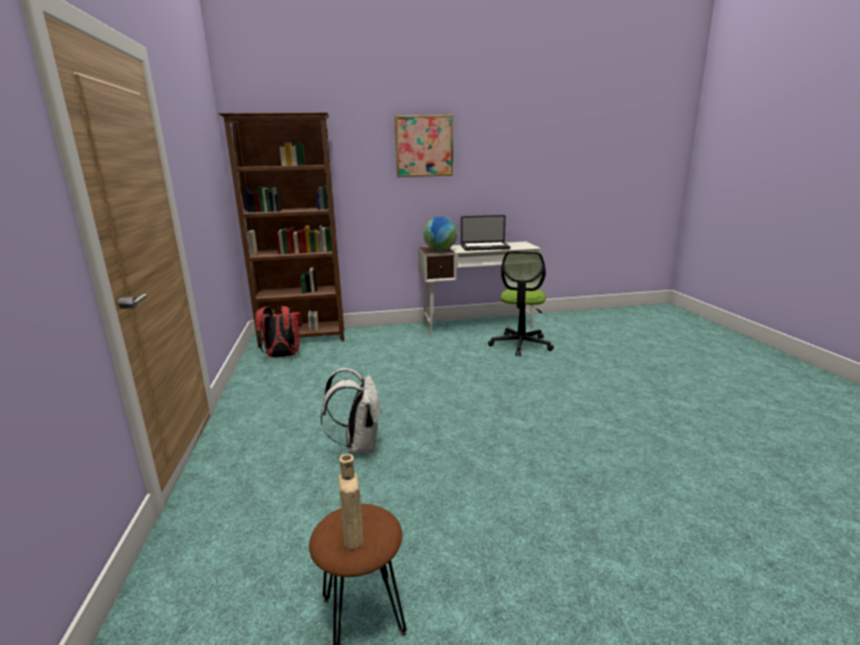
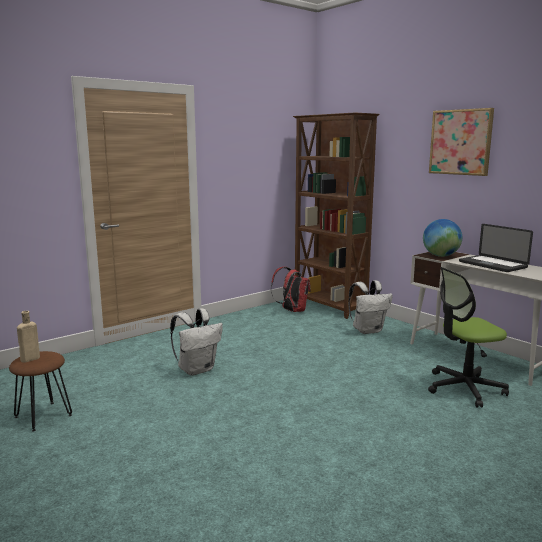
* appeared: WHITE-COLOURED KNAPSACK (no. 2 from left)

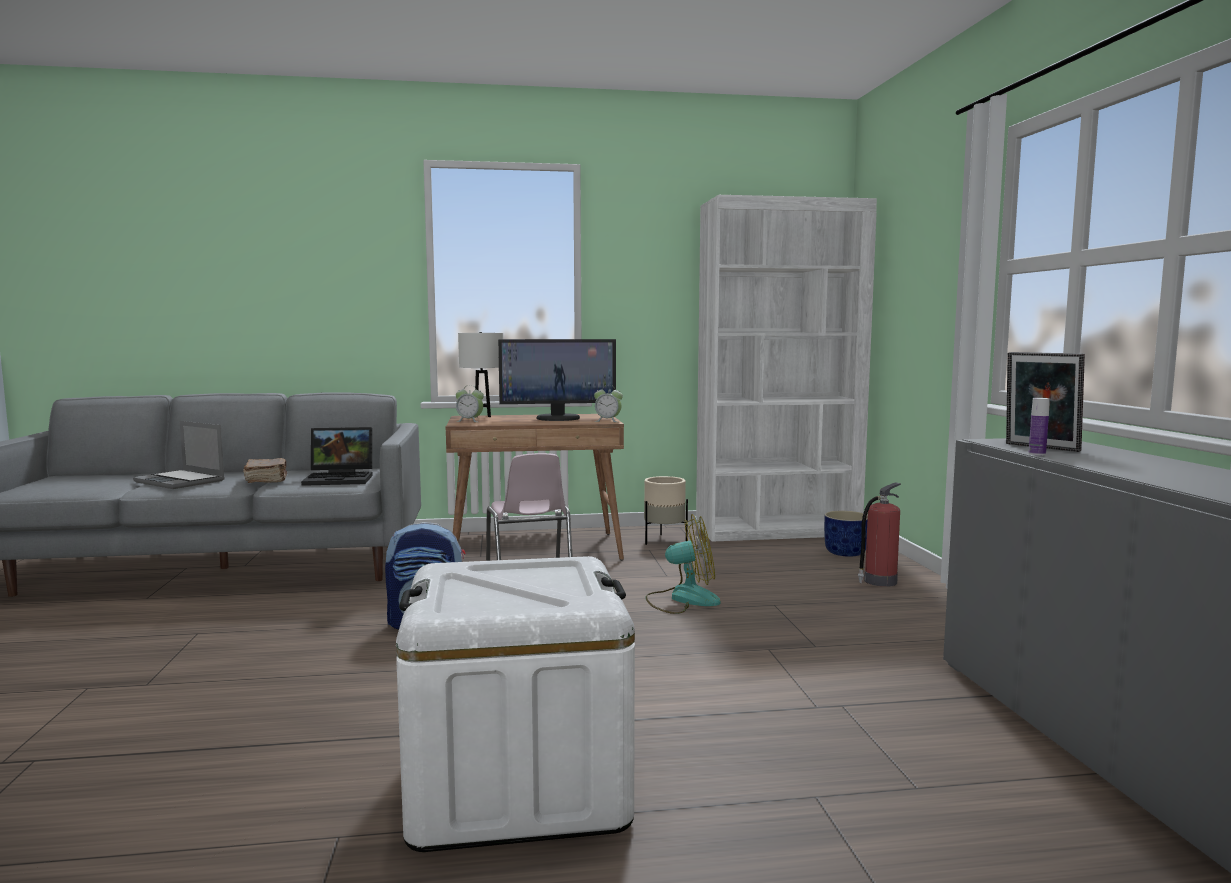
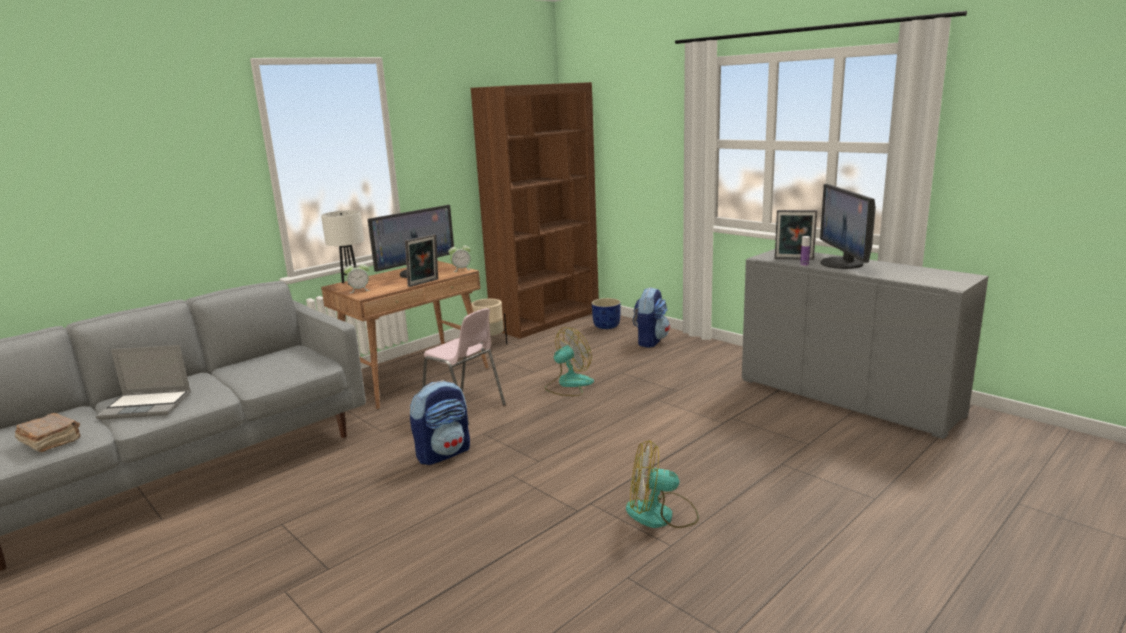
* relocated: BROWNISH BOOK
* appeared: PICTURE FRAME (no. 1 from left)
* colour: WHITE-COLOURED BOOKCASE to BROWNISH BOOKCASE
* exchanged: WHITE-COLOURED STORAGE CONTAINER to FAN (no. 2 from left)
* exchanged: FIRE EXTINGUISHER to KNAPSACK (no. 2 from left)
* appeared: MONITOR (no. 2 from left)
* missing: LAPTOP (no. 2 from left)

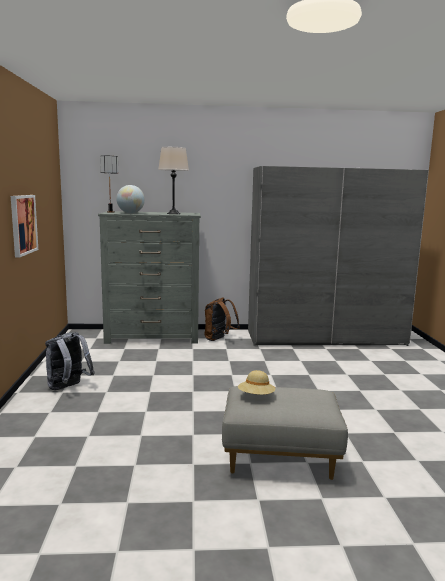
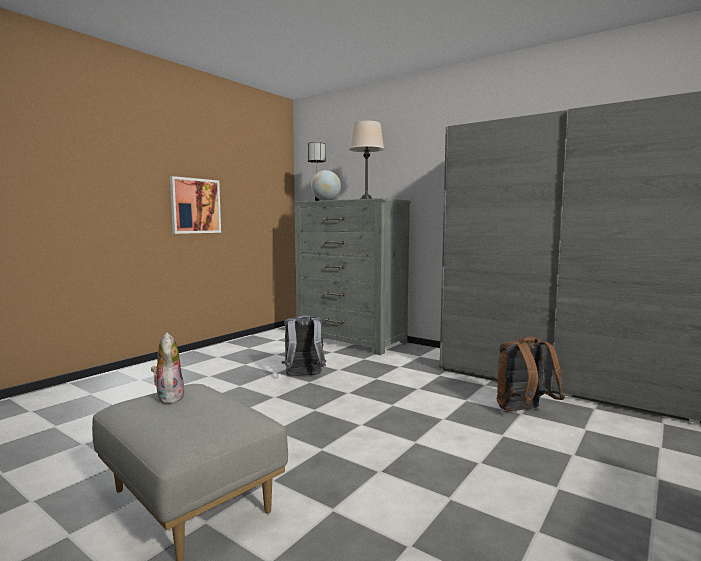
* exchanged: SAND-COLOURED HAT to SOFT TOY
* relocated: GREY KNAPSACK
* relocated: BROWNISH KNAPSACK

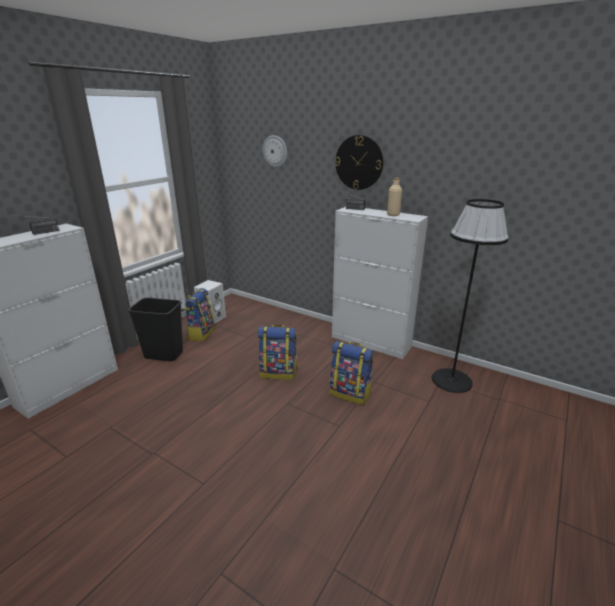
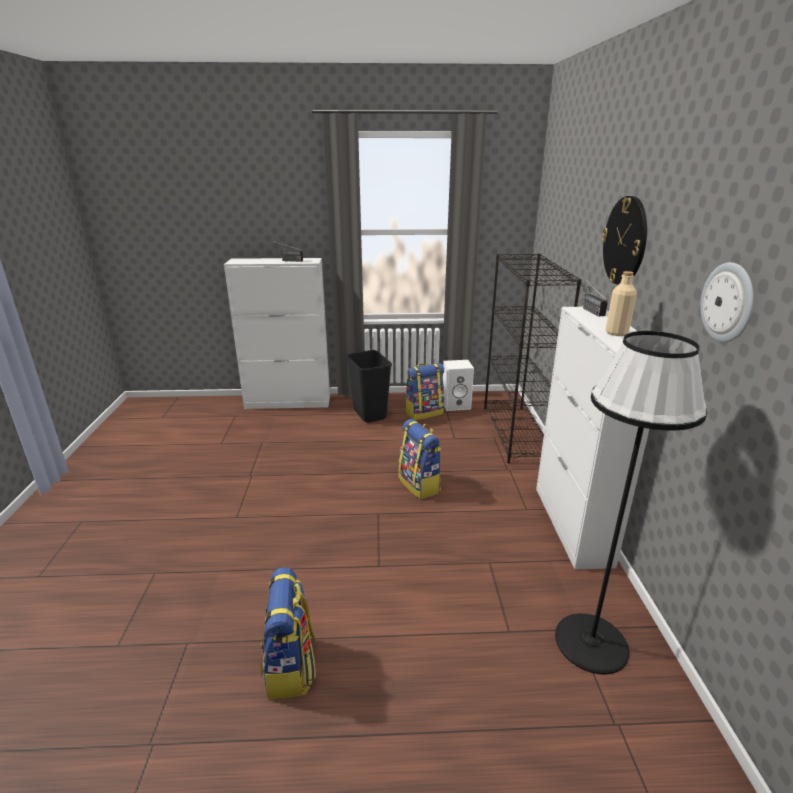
* relocated: KNAPSACK (no. 3 from left in the first image) to KNAPSACK (no. 1 from left)
* appeared: BLACKISH BOOKCASE
* relocated: HANGING CLOCK (no. 1 from left in the first image) to HANGING CLOCK (no. 2 from left)

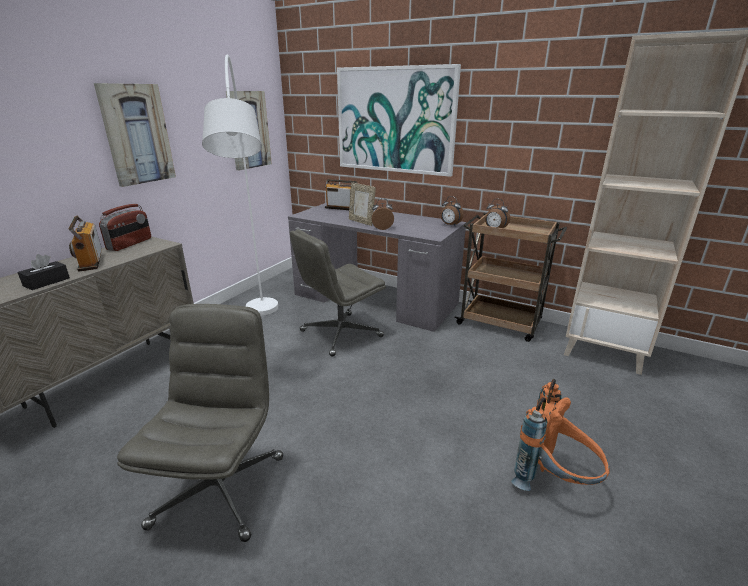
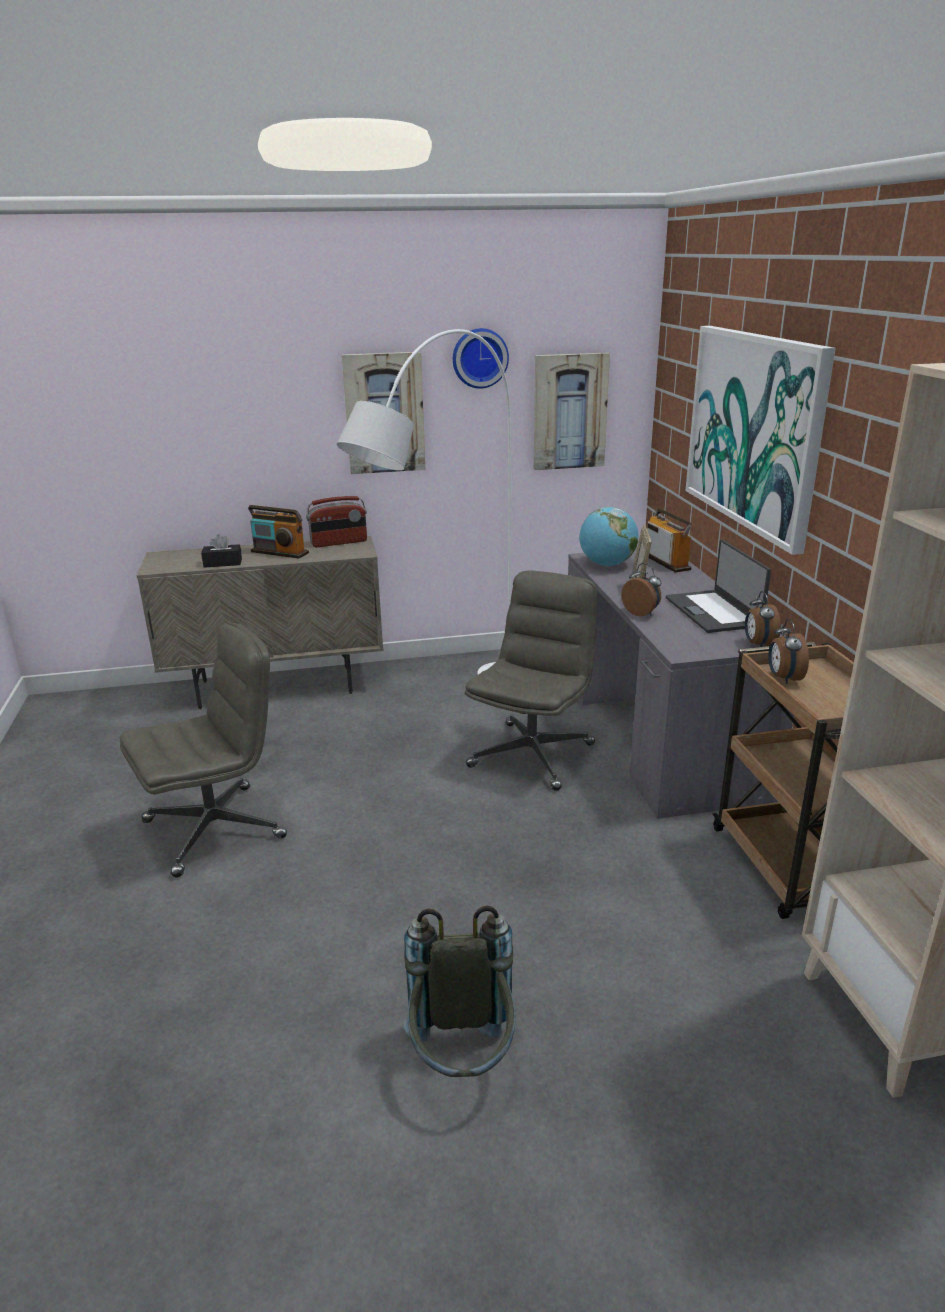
* spun: RADIO RECEIVER (no. 1 from left) 90 degrees counterclockwise
* colour: ORANGEY KNAPSACK to GREY KNAPSACK
* appeared: HANGING CLOCK
* spun: GREY COMPUTER CHAIR (no. 2 from left) 105 degrees clockwise
* appeared: GLOBE
* appeared: LAPTOP

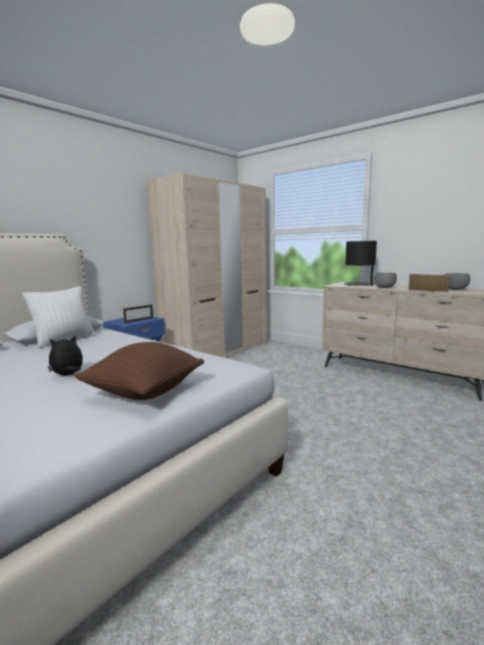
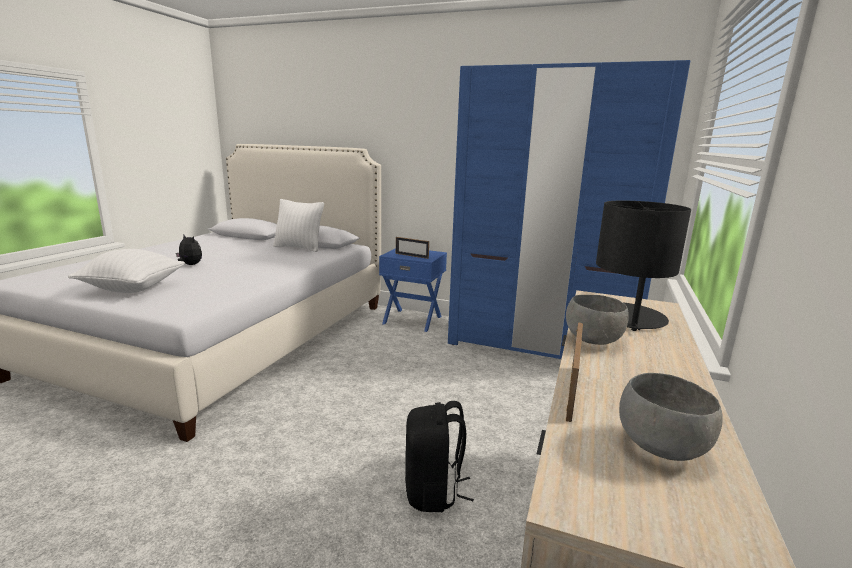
* colour: BROWNISH CUSHION to WHITE-COLOURED CUSHION (no. 1 from left)
* appeared: BLACKISH KNAPSACK
* colour: SAND-COLOURED CLOTHES CUPBOARD to BLUE CLOTHES CUPBOARD

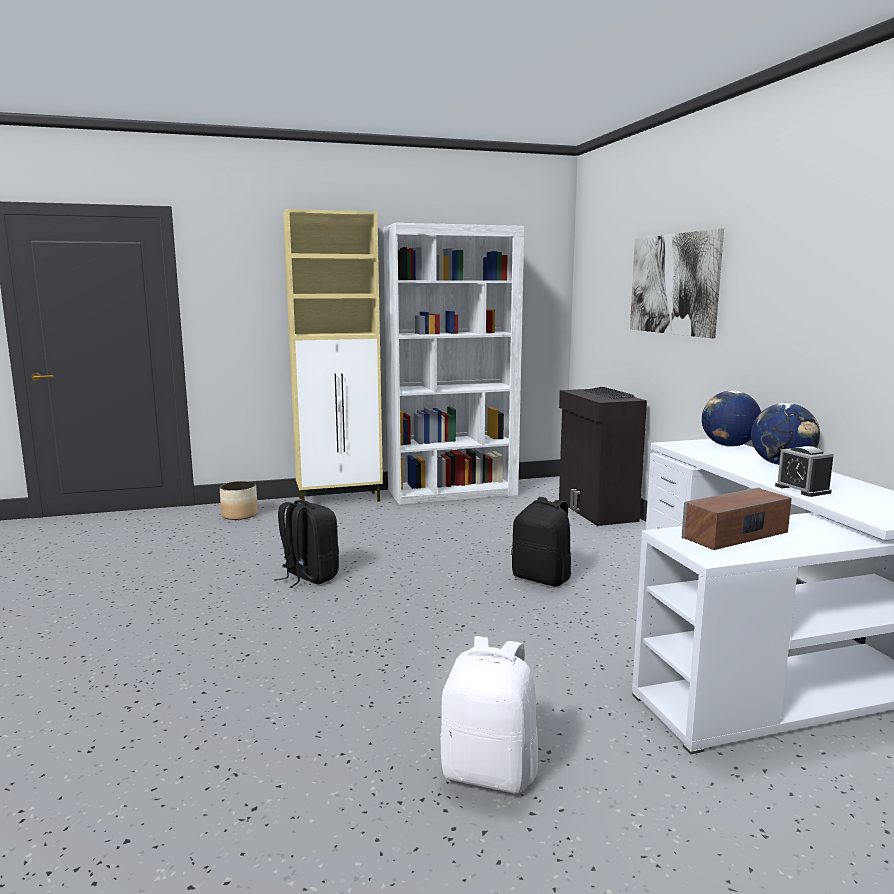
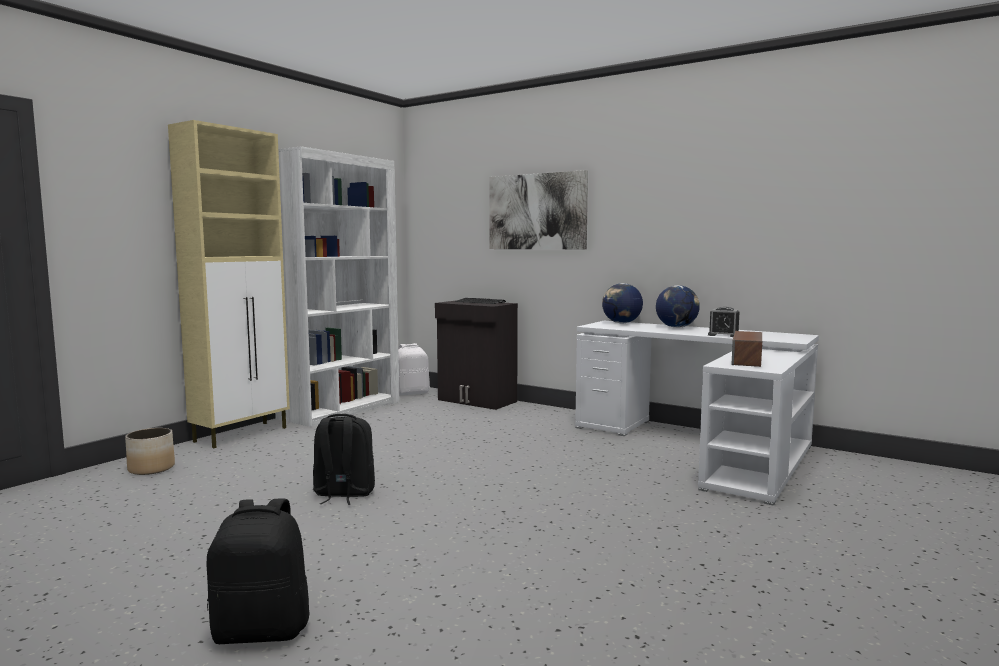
* relocated: BLACKISH KNAPSACK (no. 2 from left in the first image) to BLACKISH KNAPSACK (no. 1 from left)
* relocated: WHITE-COLOURED KNAPSACK

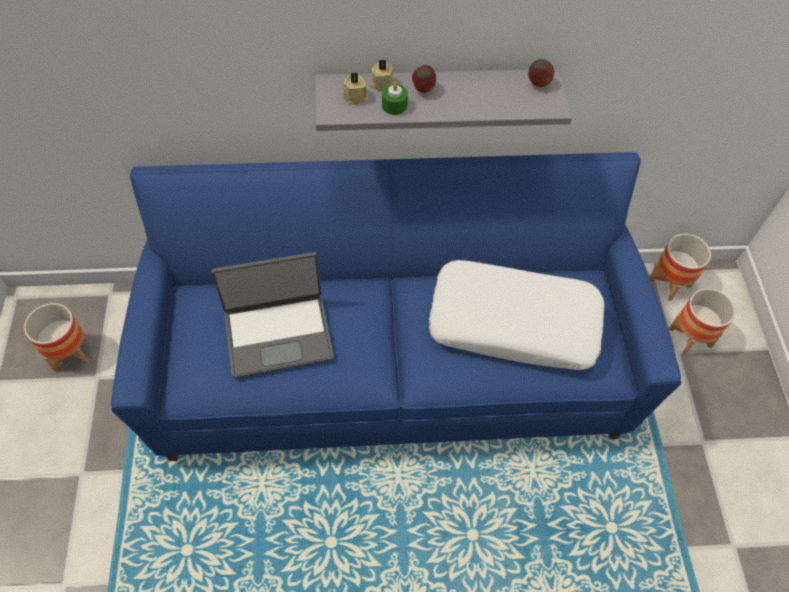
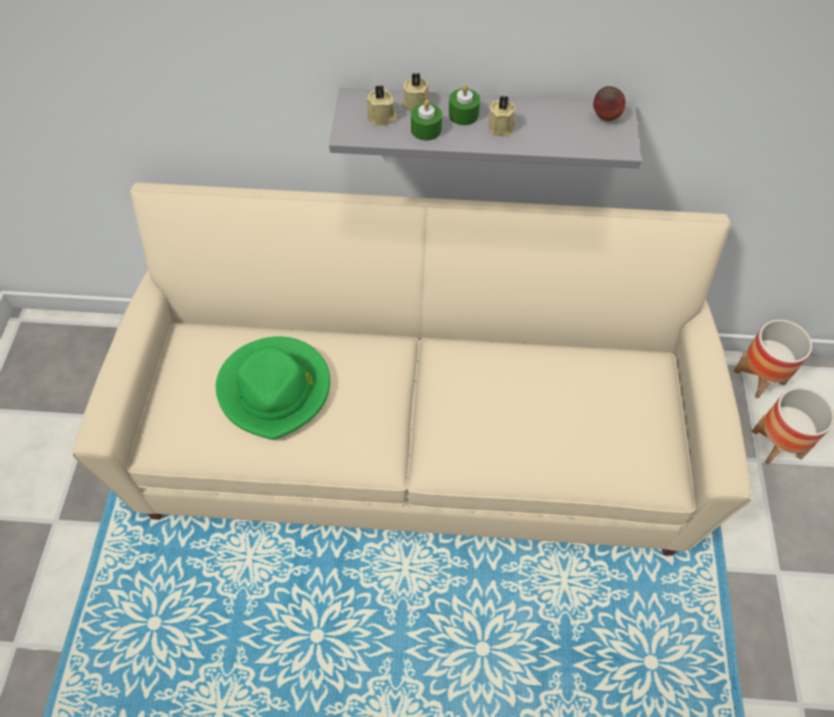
* colour: BLUE COUCH to SAND-COLOURED COUCH
* exchanged: LAPTOP to GREEN-COLOURED HAT
* exchanged: APPLE (no. 1 from left) to GREEN-COLOURED CANDLE (no. 2 from left)
* appeared: SAND-COLOURED CANDLE (no. 3 from left)
* missing: PLANT POT (no. 1 from left)
* missing: WHITE-COLOURED CUSHION

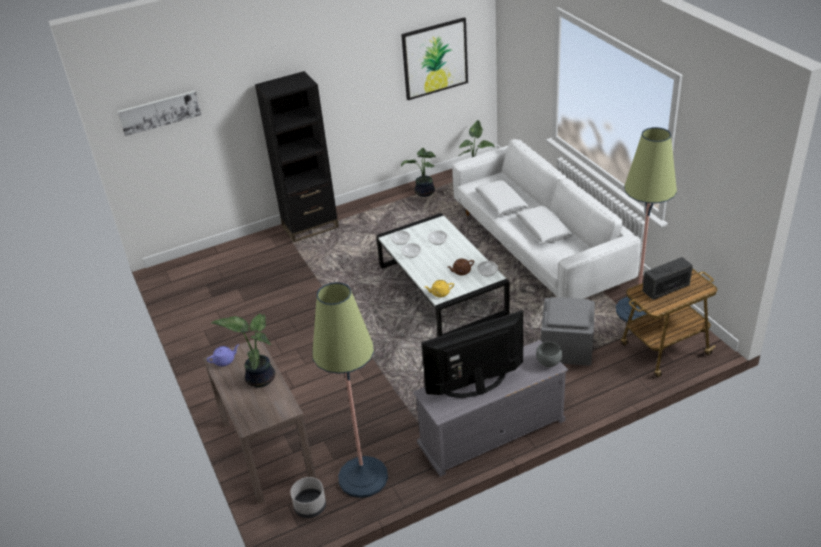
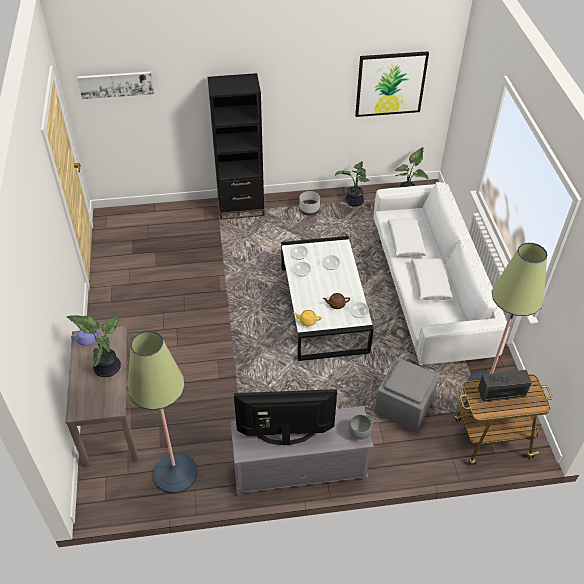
* relocated: GREY PLANT POT

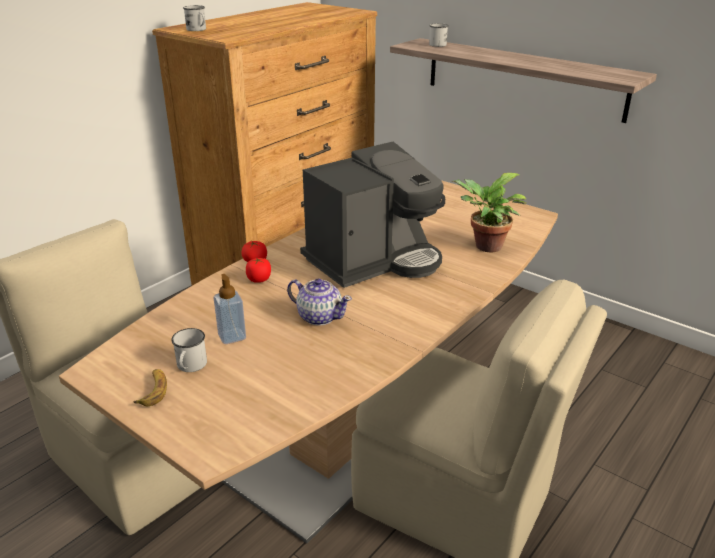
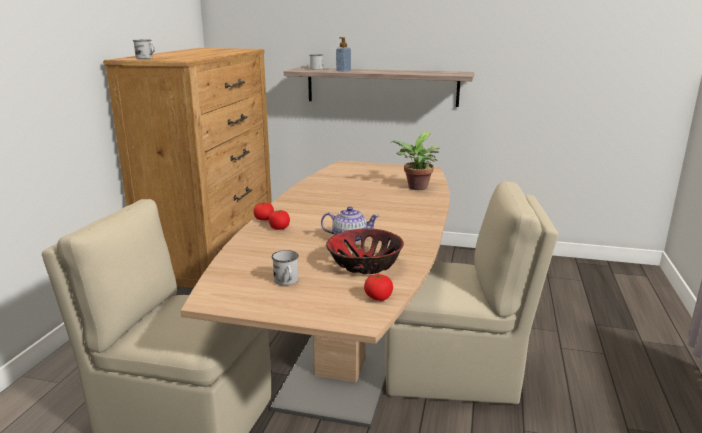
* appeared: BOWL
* relocated: LIQUID SOAP BOTTLE
* appeared: WHOLE TOMATO (no. 3 from left)
* missing: BANANA FRUIT
* missing: COFFEE MAKER

